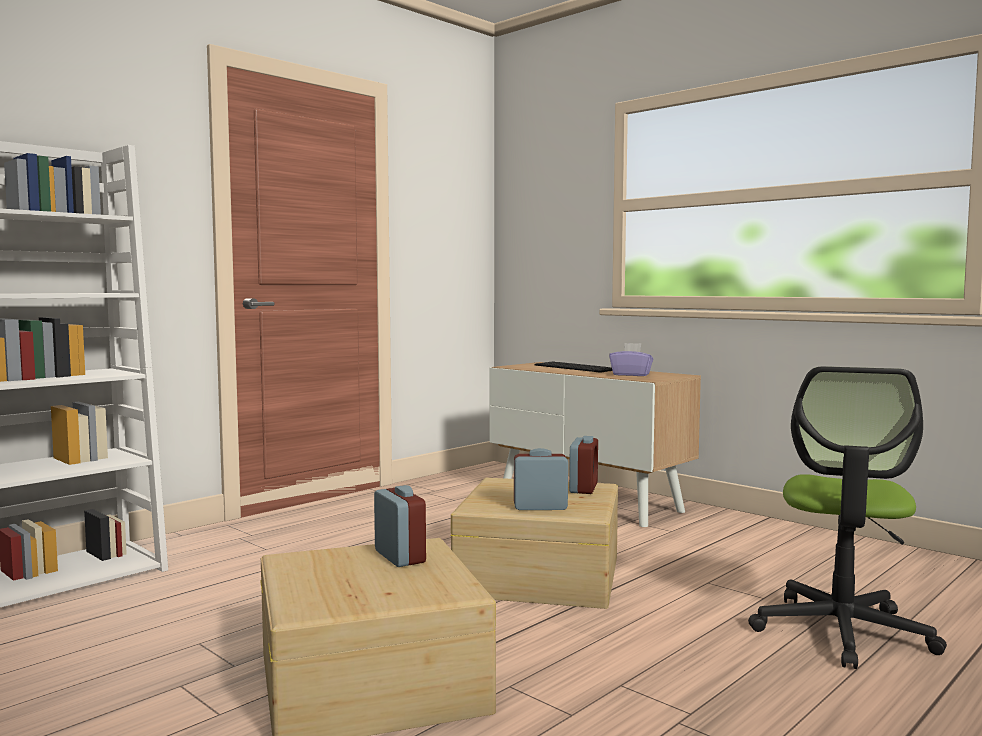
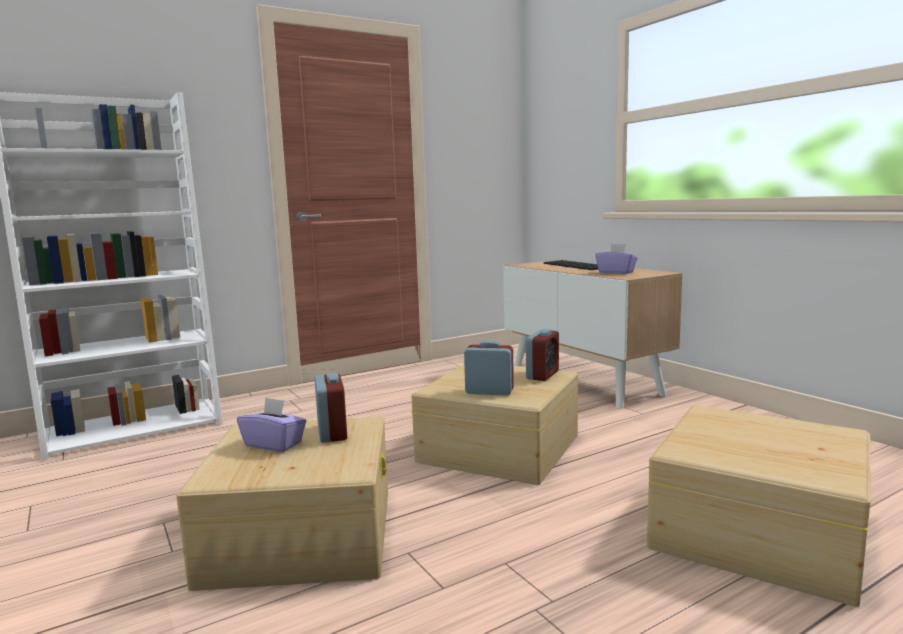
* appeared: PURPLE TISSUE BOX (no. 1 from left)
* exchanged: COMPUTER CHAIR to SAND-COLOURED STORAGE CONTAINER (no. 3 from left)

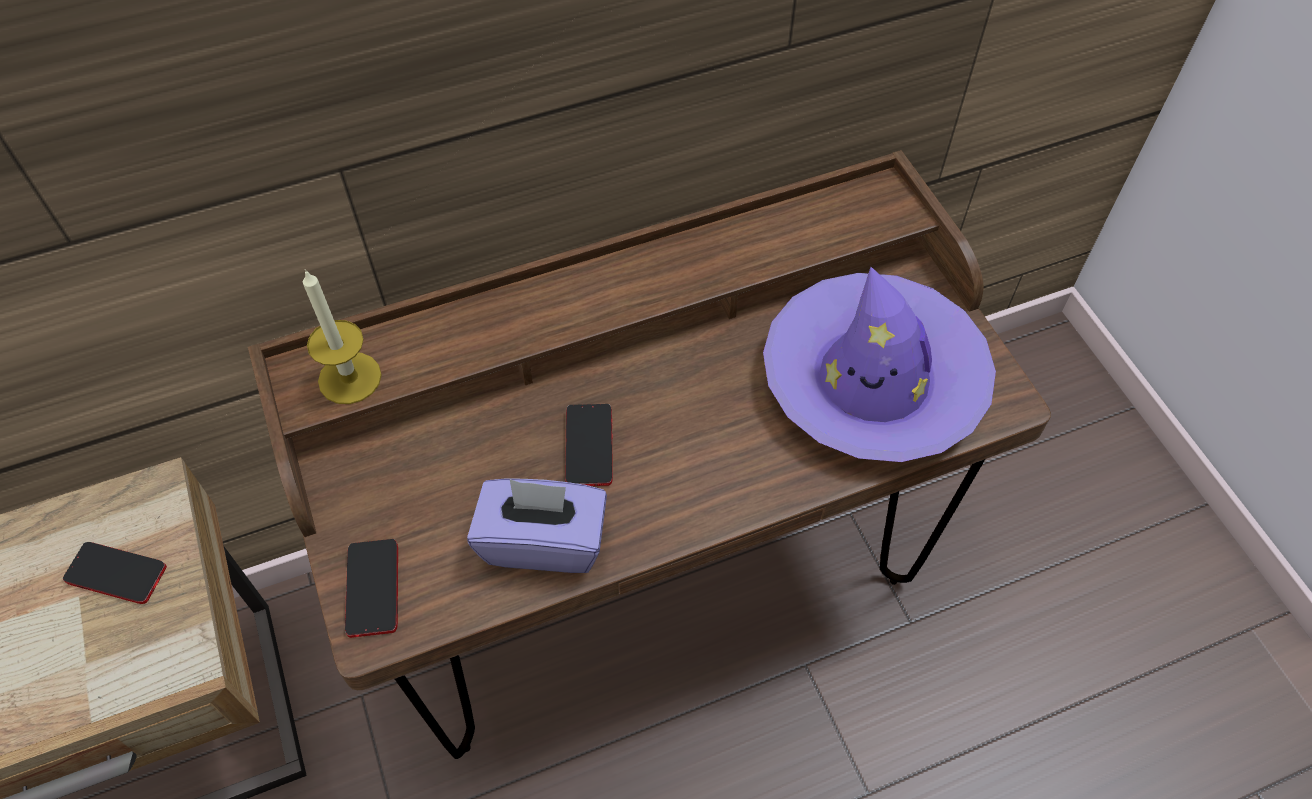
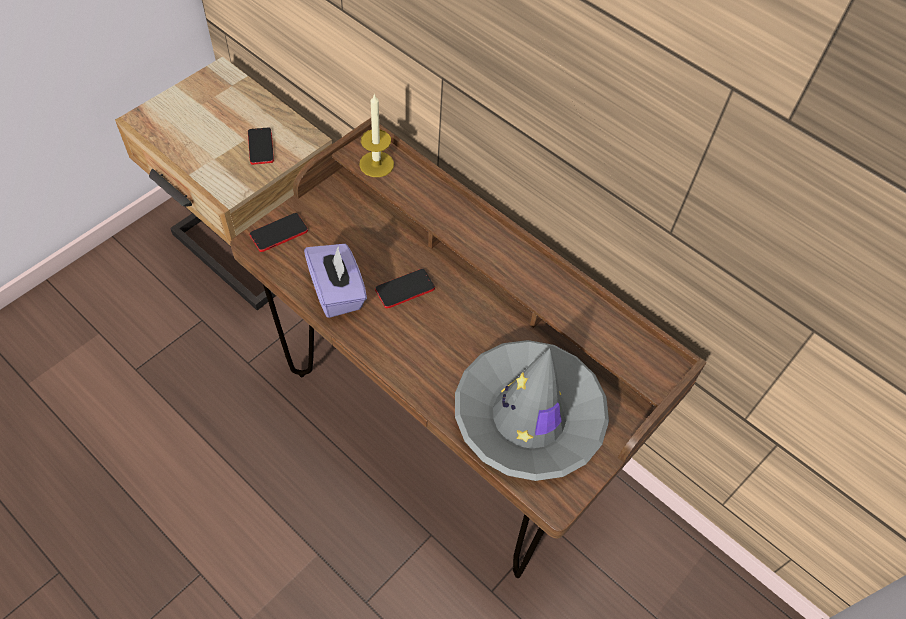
* colour: PURPLE HAT to GREY HAT

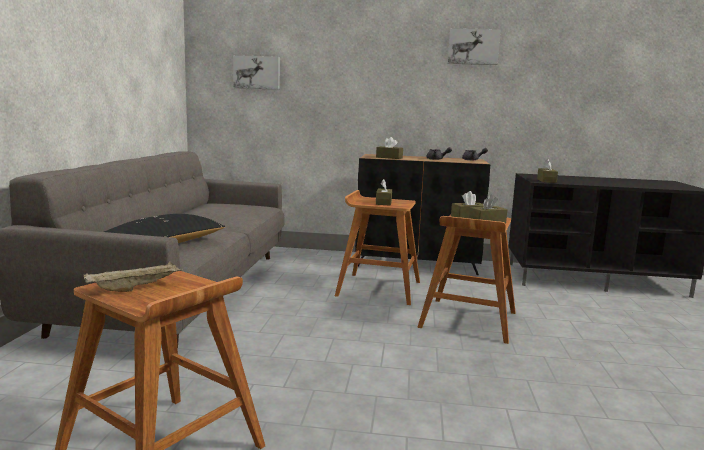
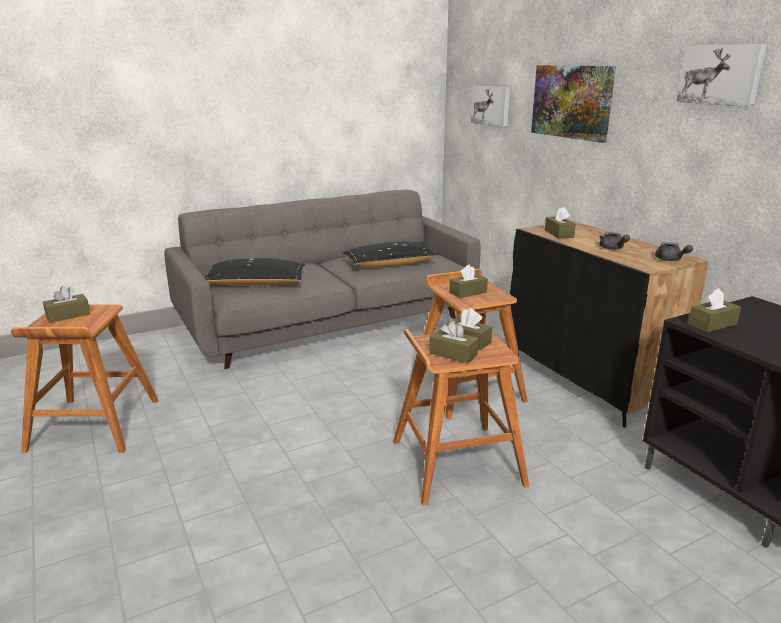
* exchanged: SAND-COLOURED SERVING TRAY to BROWNISH TISSUE BOX (no. 1 from left)
* appeared: BLACKISH CUSHION (no. 2 from left)
* appeared: WALL PICTURE (no. 2 from left)

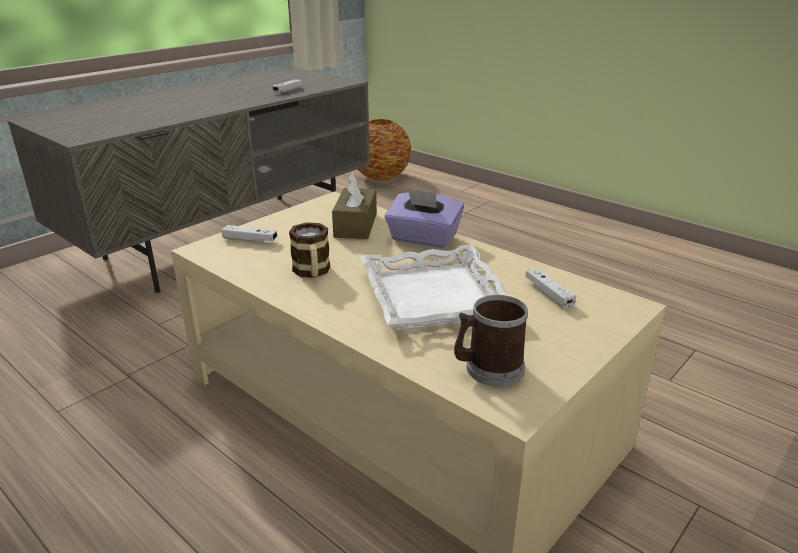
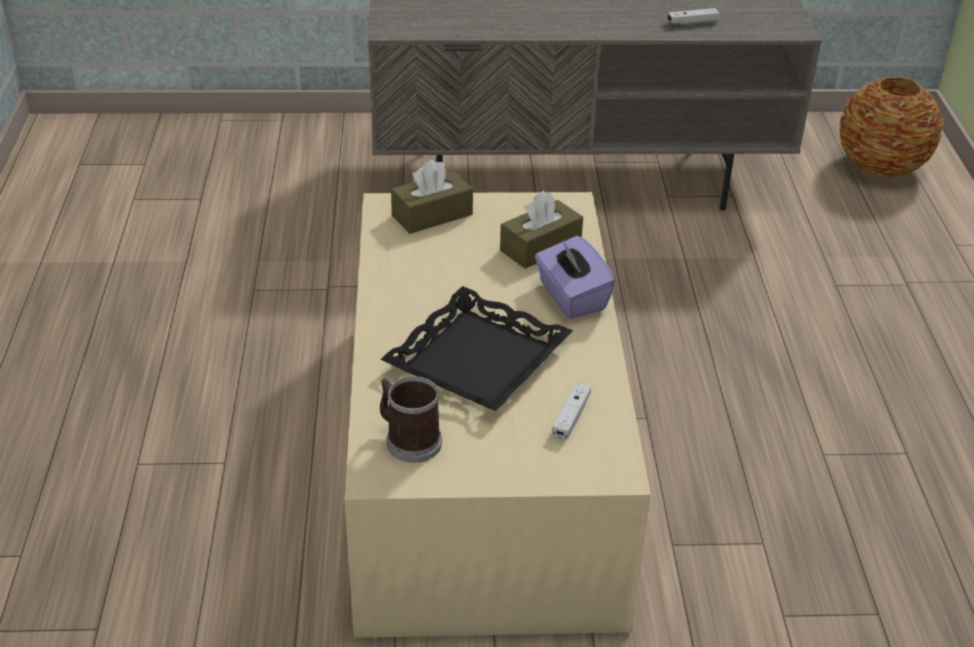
* colour: WHITE-COLOURED SERVING TRAY to BLACKISH SERVING TRAY
* exchanged: WHITE-COLOURED GAME CONTROLLER (no. 1 from left) to BROWNISH TISSUE BOX (no. 1 from left)
* missing: TEA MUG (no. 1 from left)

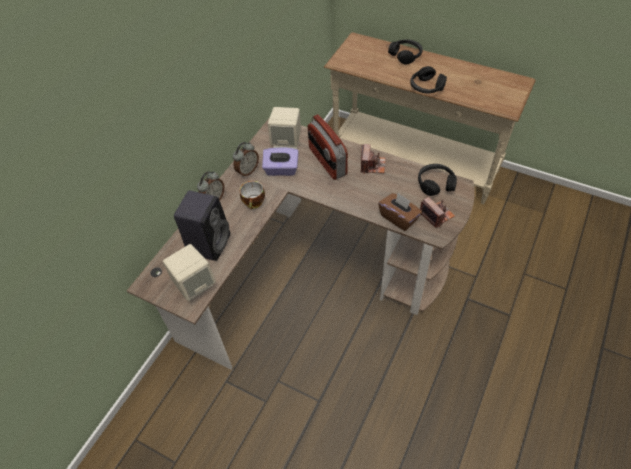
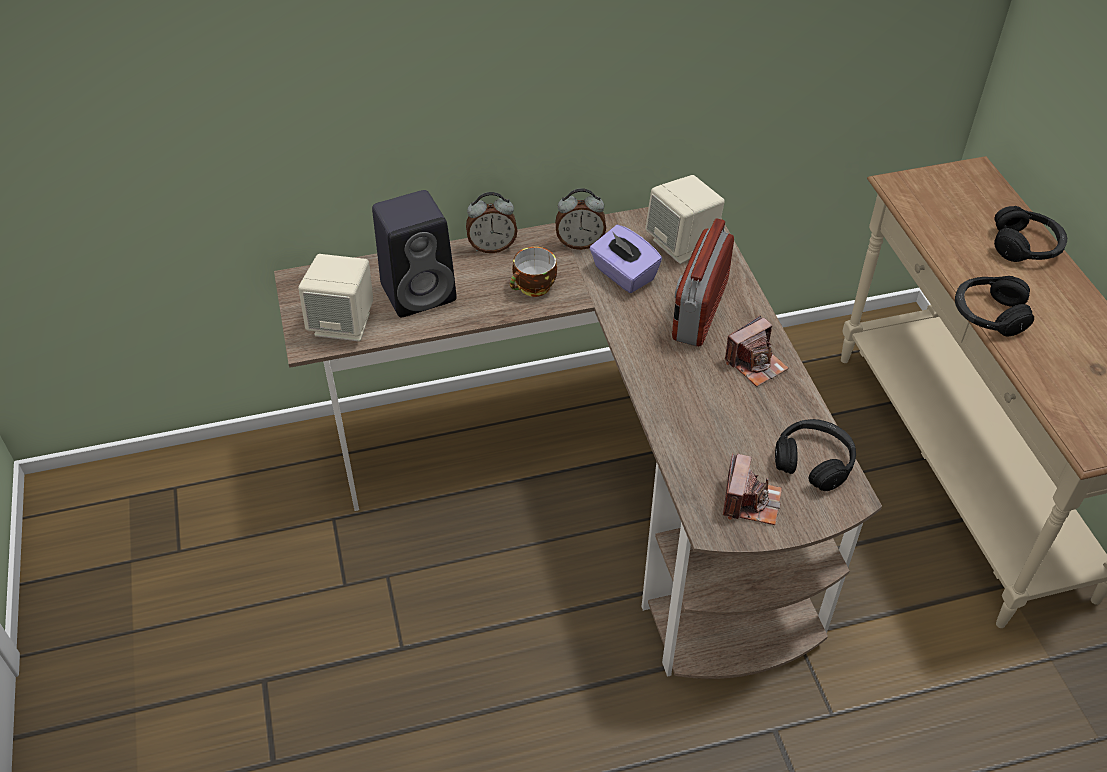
* missing: BROWNISH TISSUE BOX

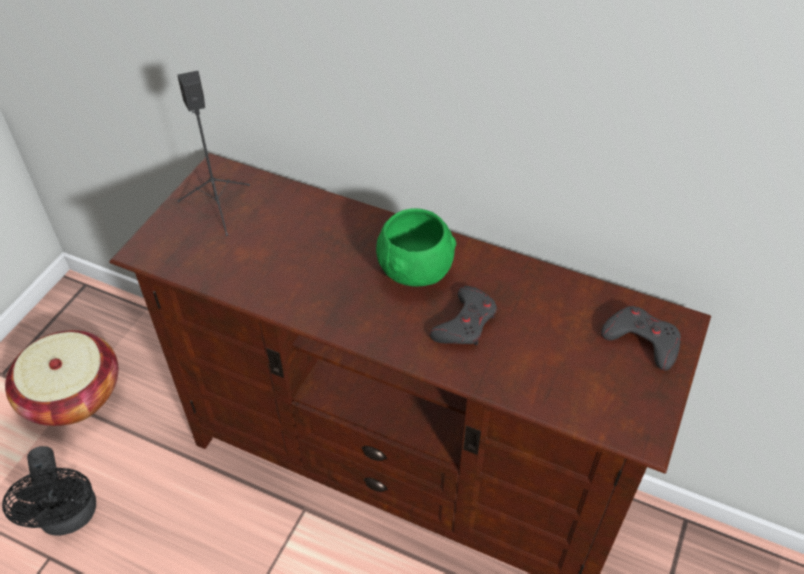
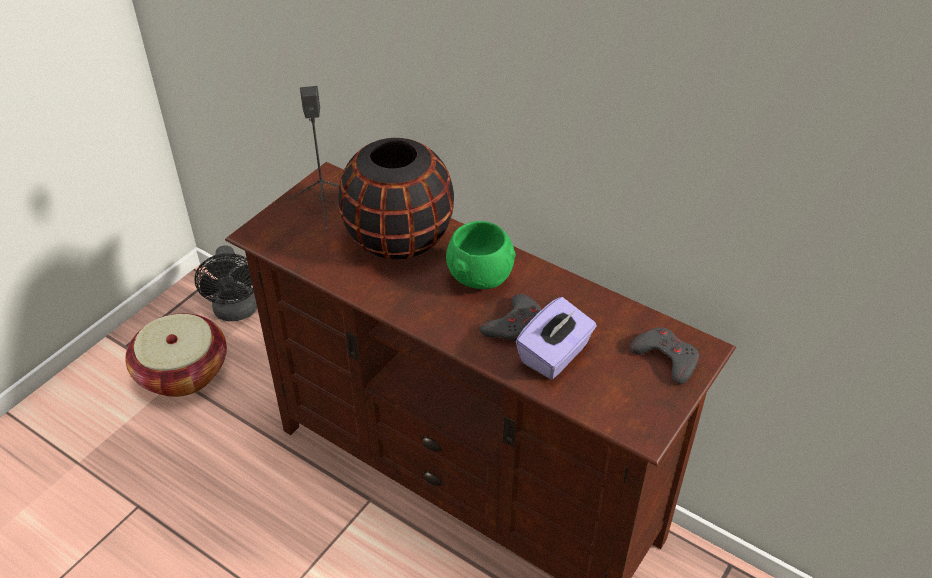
* relocated: BLACKISH FAN
* appeared: BLACKISH DECORATIVE VASE
* appeared: PURPLE TISSUE BOX

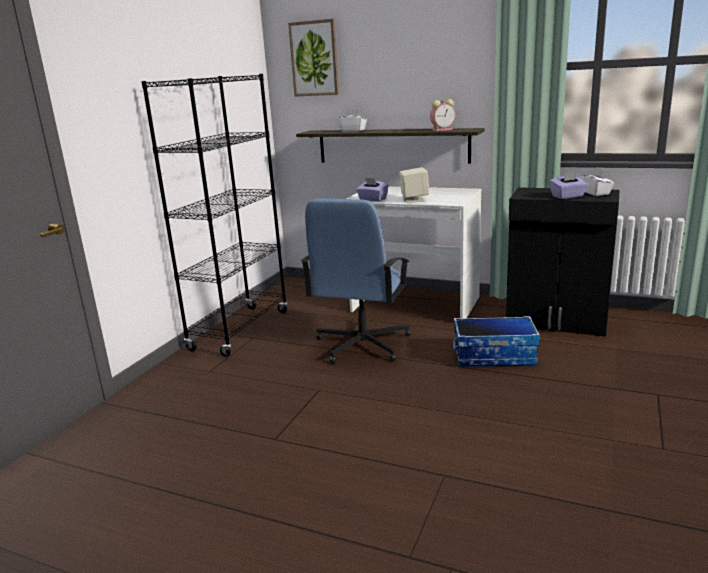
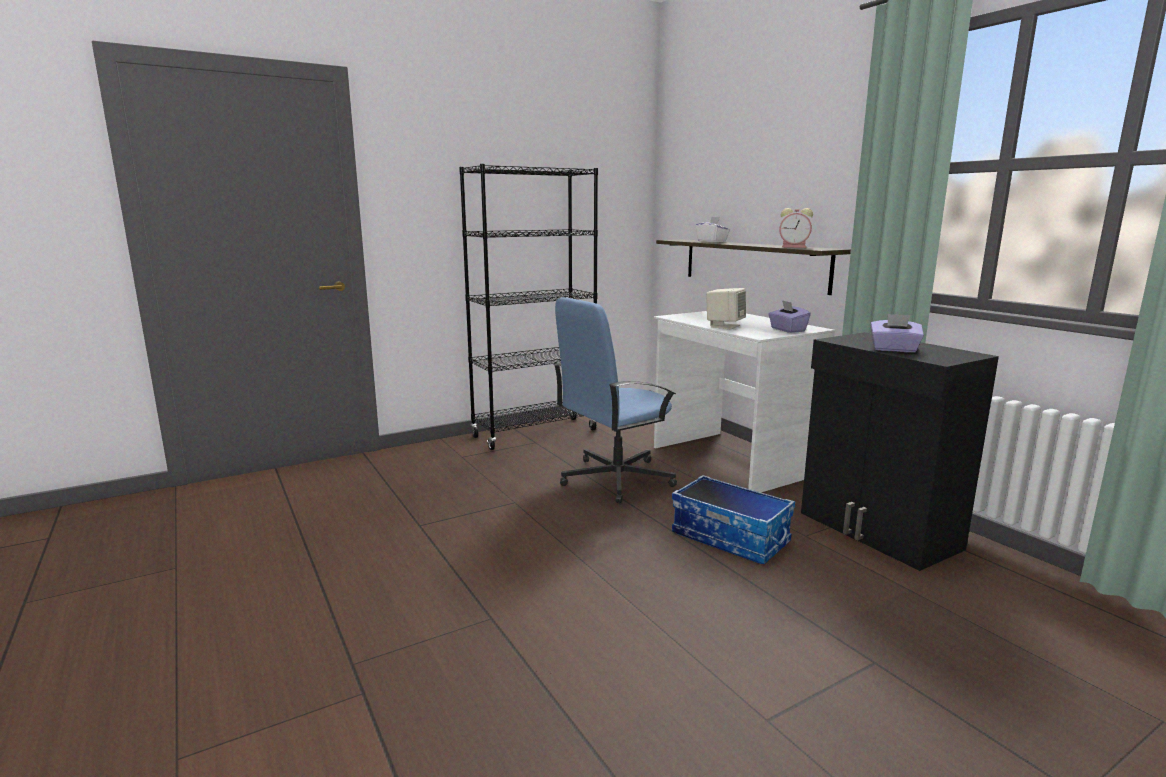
* relocated: PURPLE TISSUE BOX (no. 1 from left)
* missing: WALL PICTURE
* missing: WHITE-COLOURED TISSUE BOX (no. 2 from left)

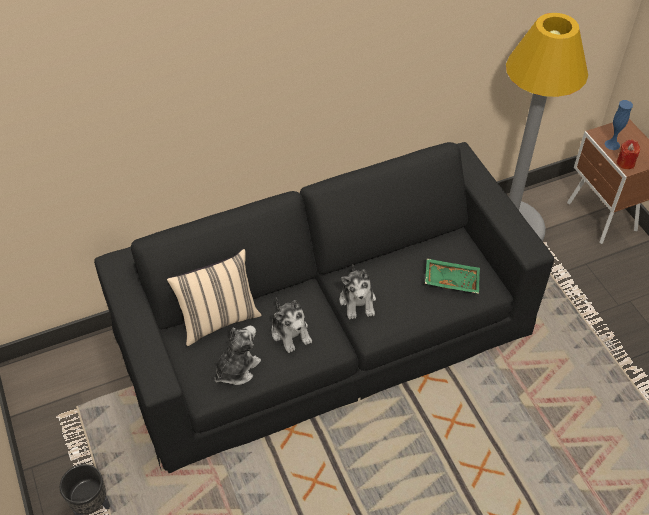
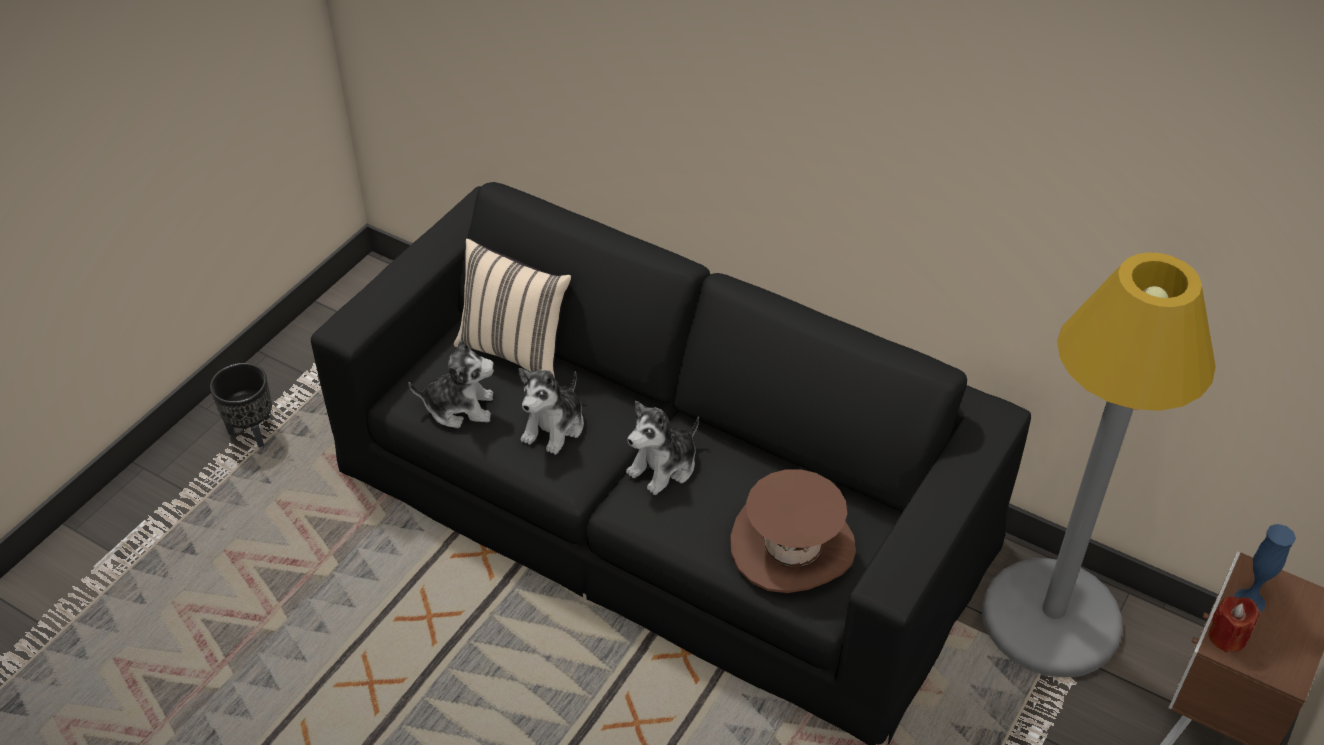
* exchanged: GREEN-COLOURED SERVING TRAY to BROWNISH HAT

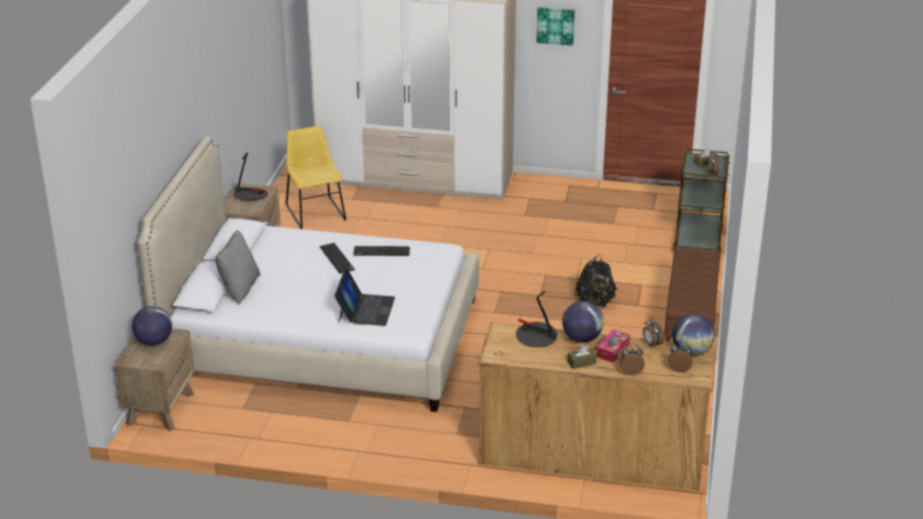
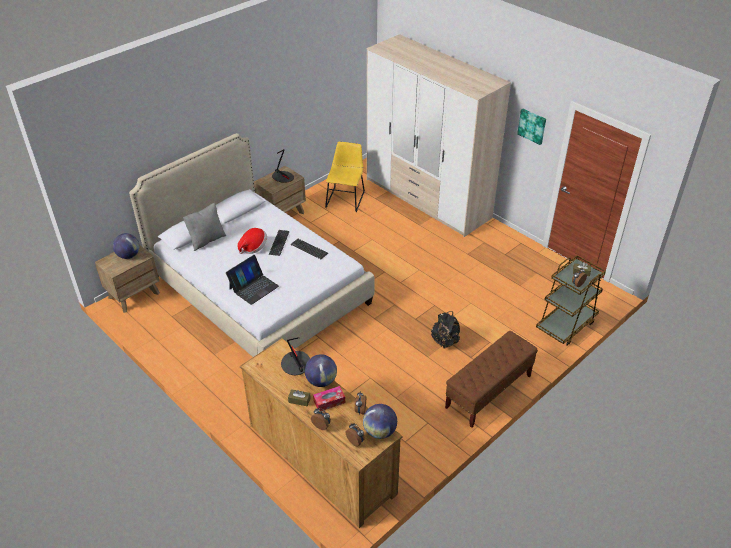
* appeared: HAT

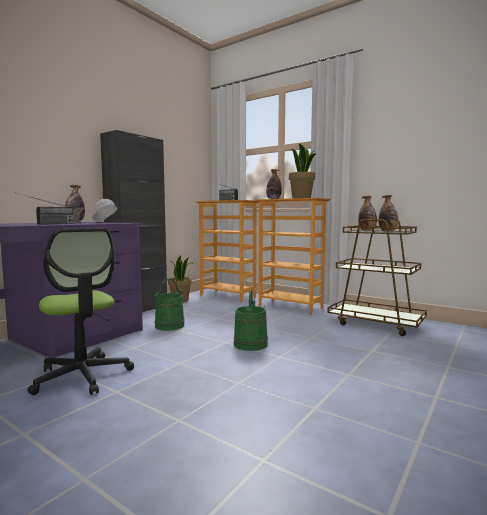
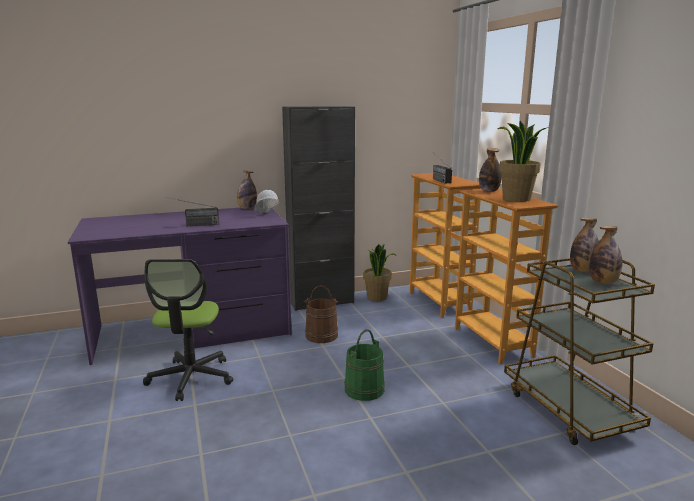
* colour: GREEN-COLOURED BUCKET (no. 1 from left) to BROWNISH BUCKET

